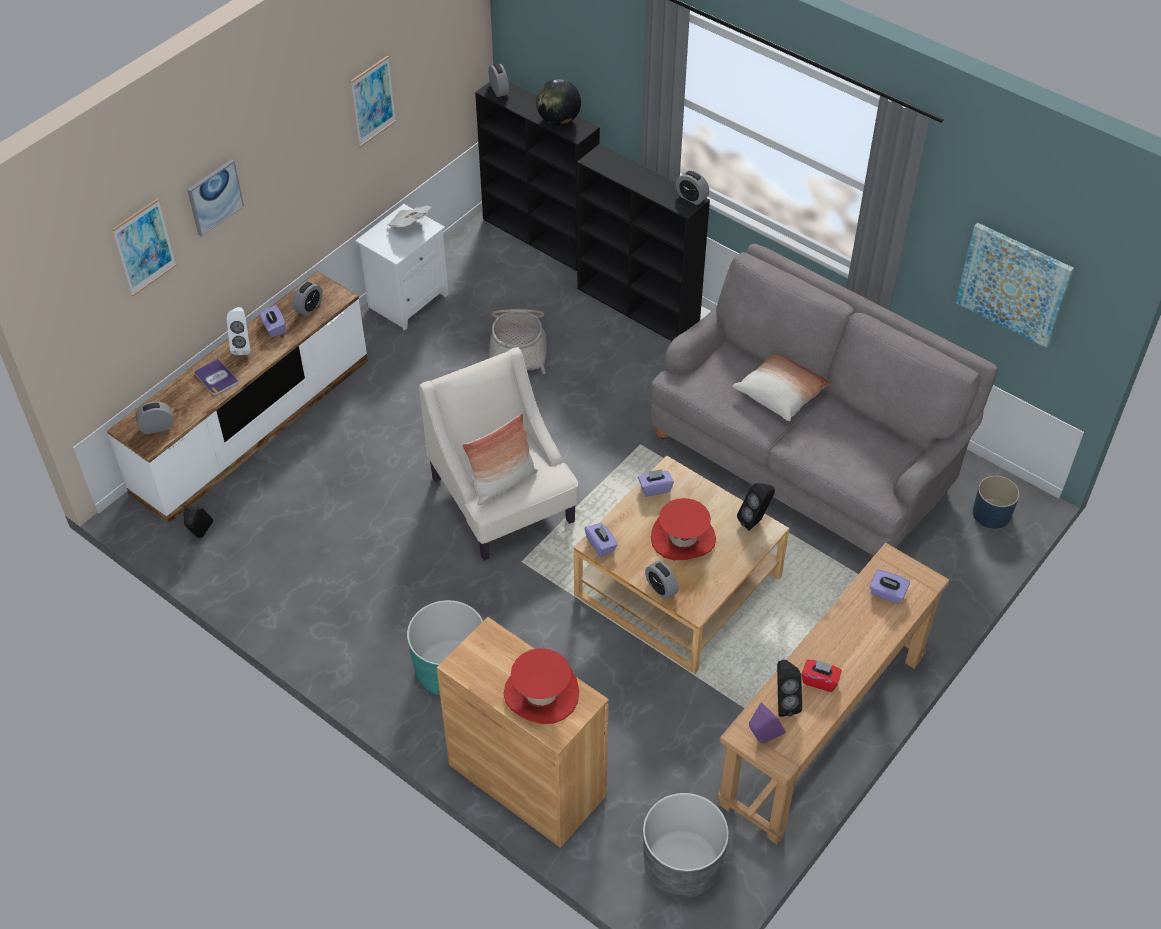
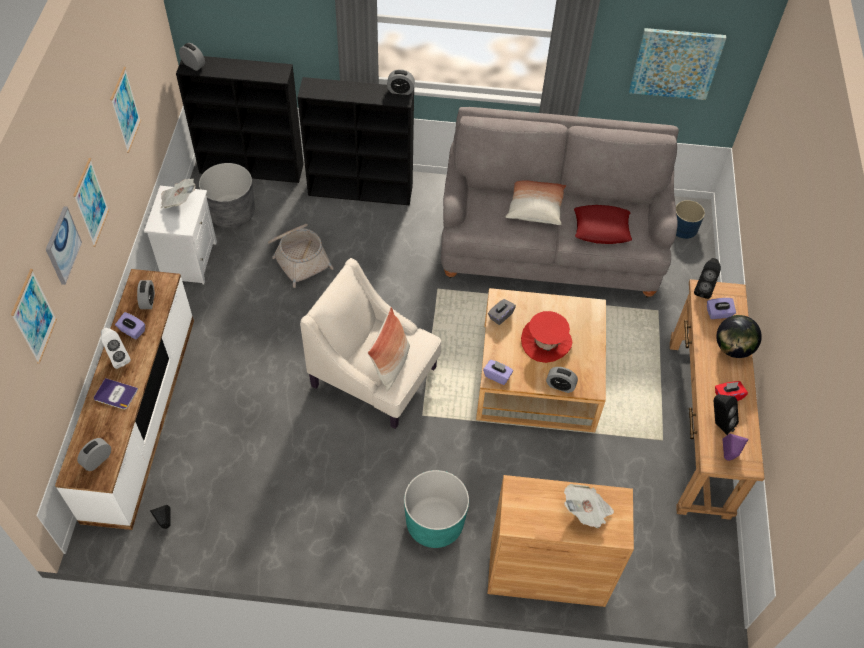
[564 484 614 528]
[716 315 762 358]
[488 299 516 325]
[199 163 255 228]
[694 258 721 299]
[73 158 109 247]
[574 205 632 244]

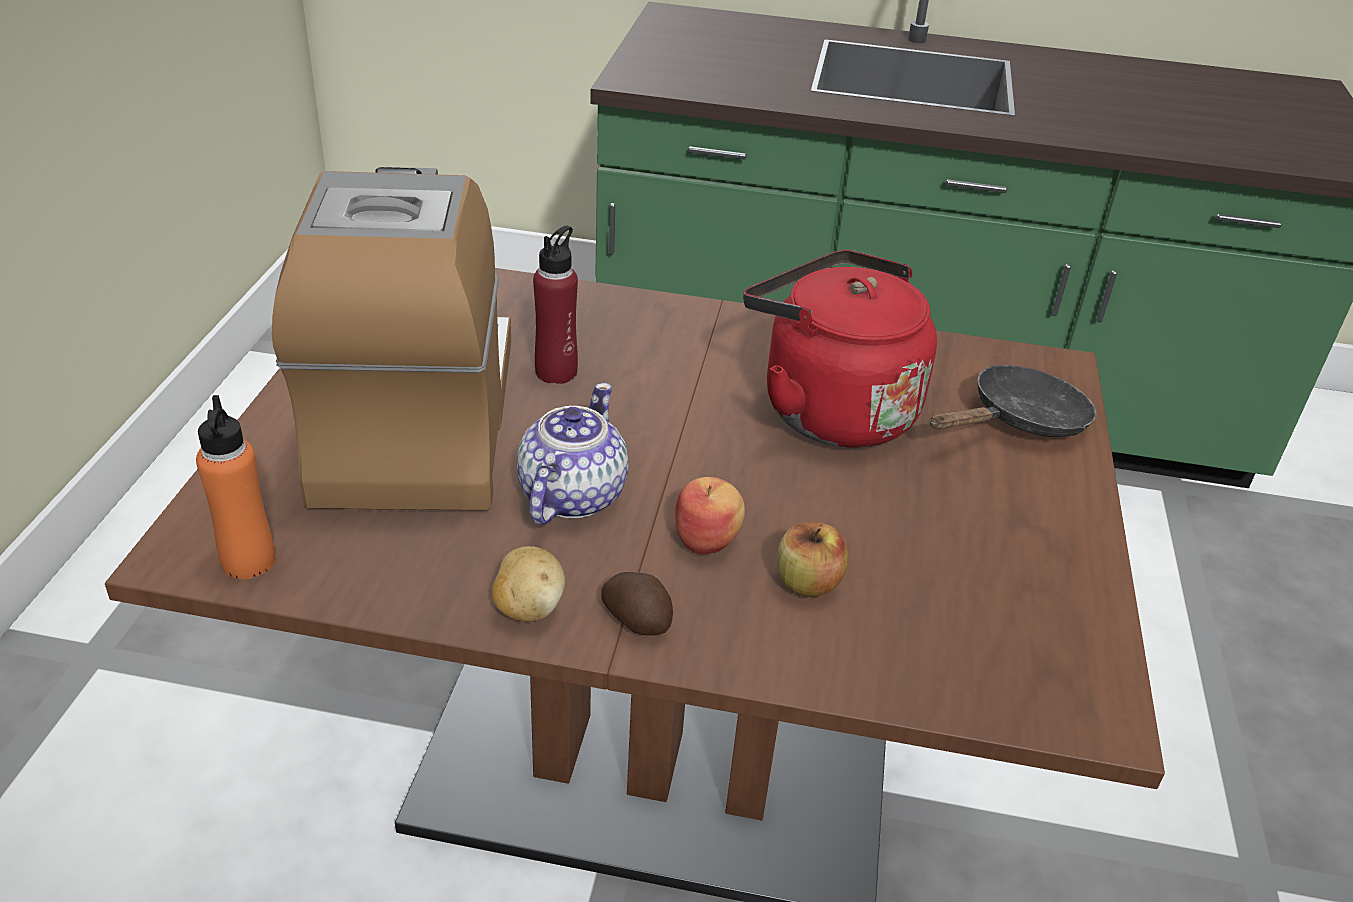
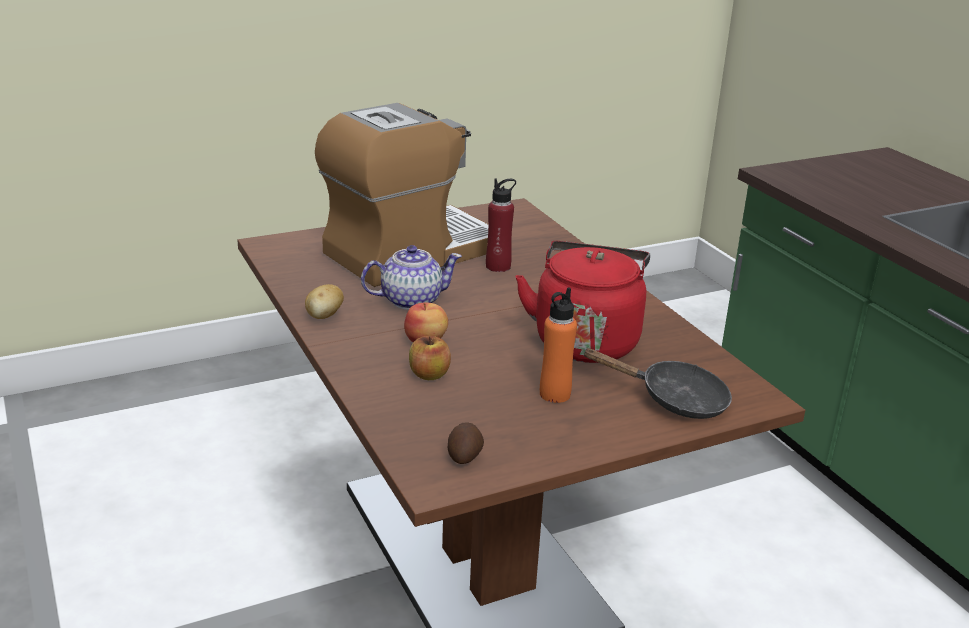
[540 287 577 403]
[448 422 484 464]

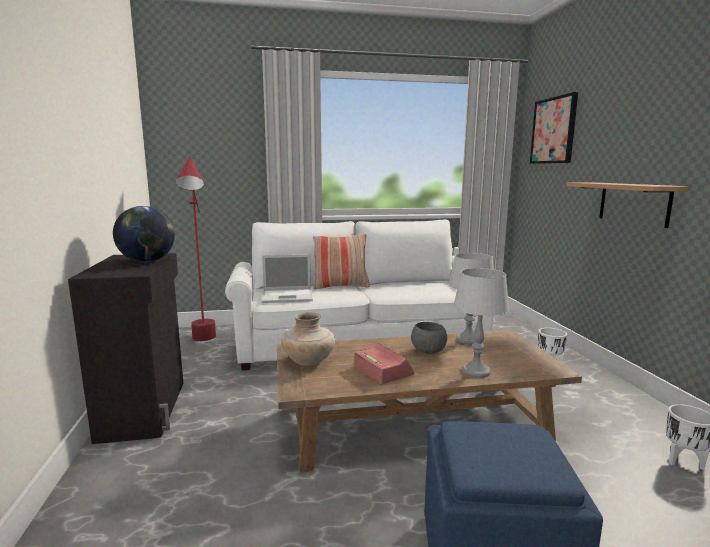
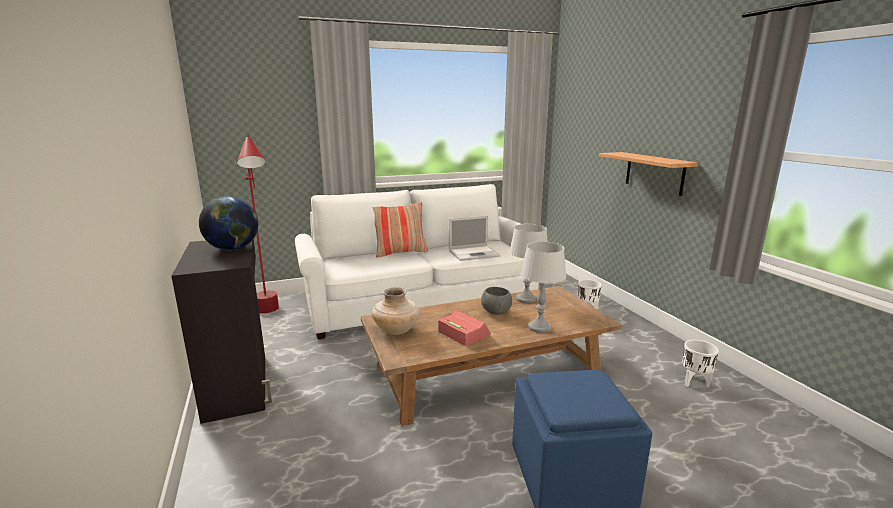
[449 216 500 261]
[530 92 578 164] (first image)

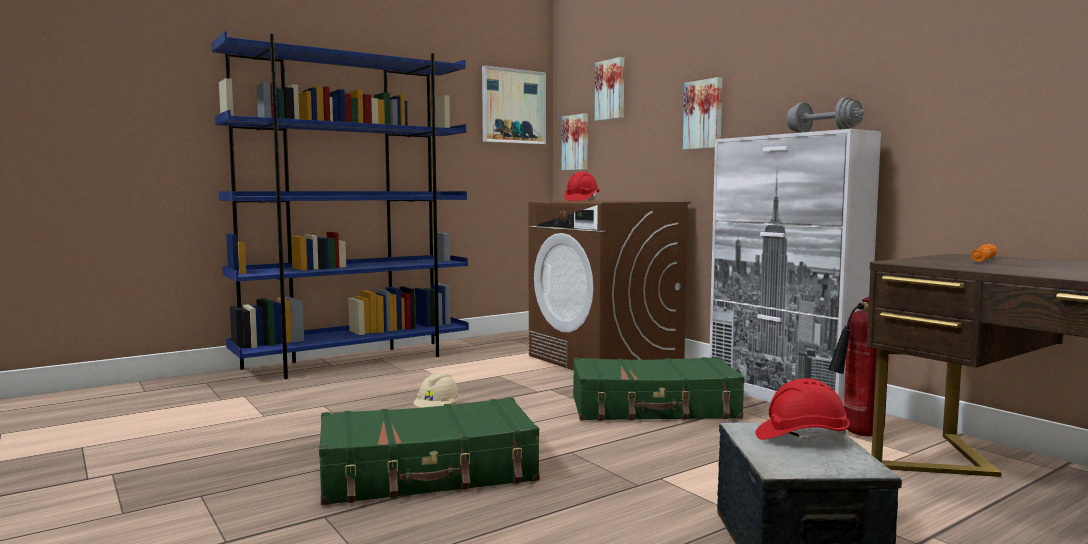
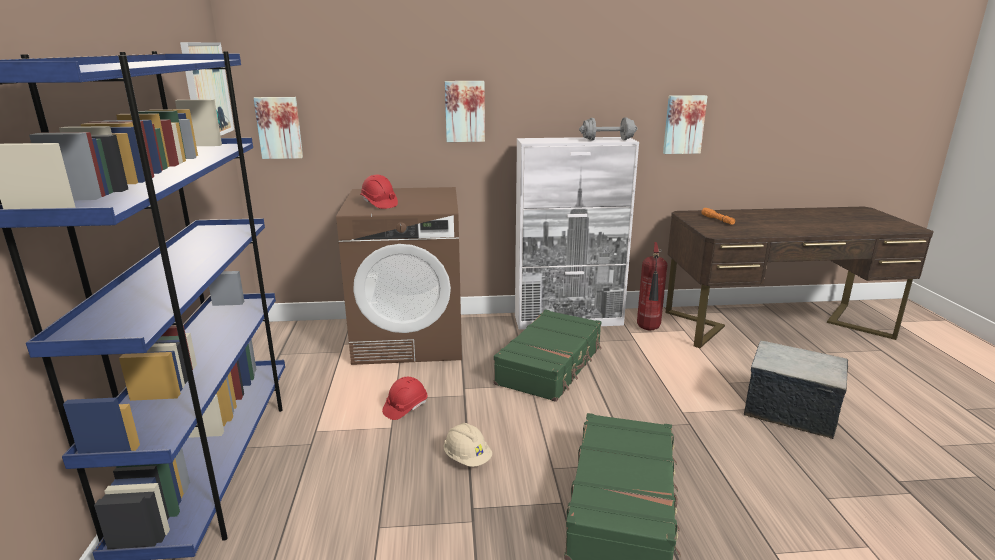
[663 95 707 154]
[382 377 428 420]

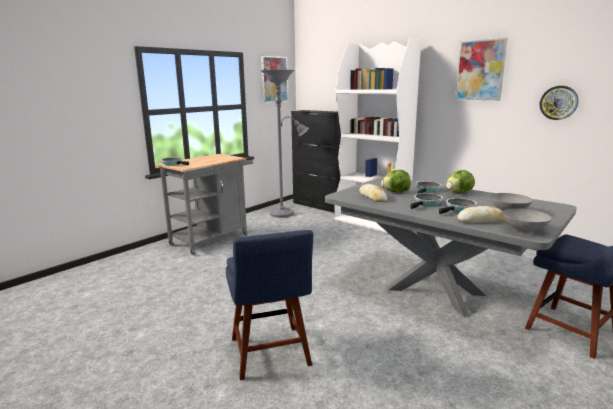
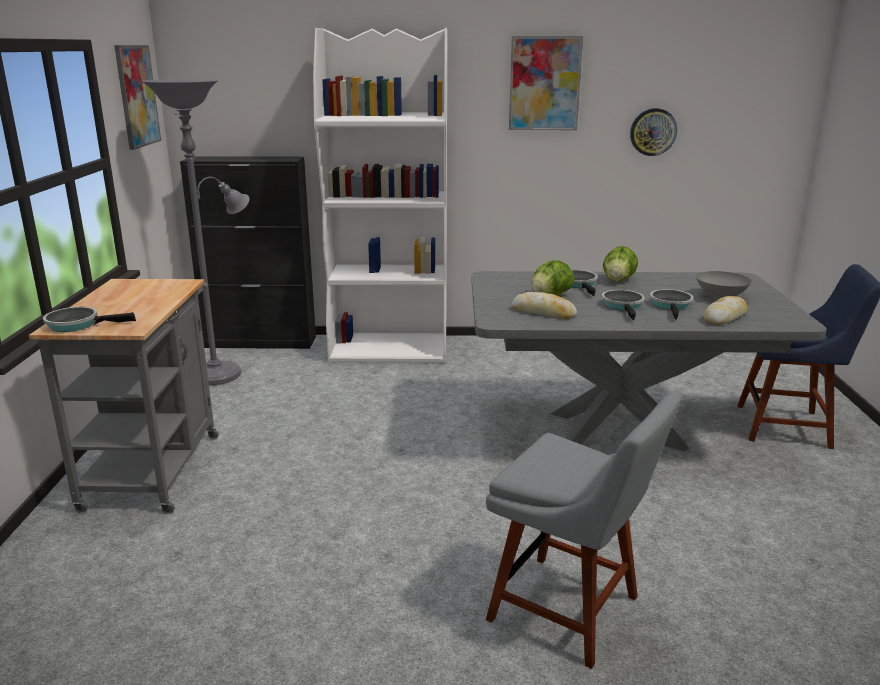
[486 391 682 669]
[502 208 552 233] (first image)

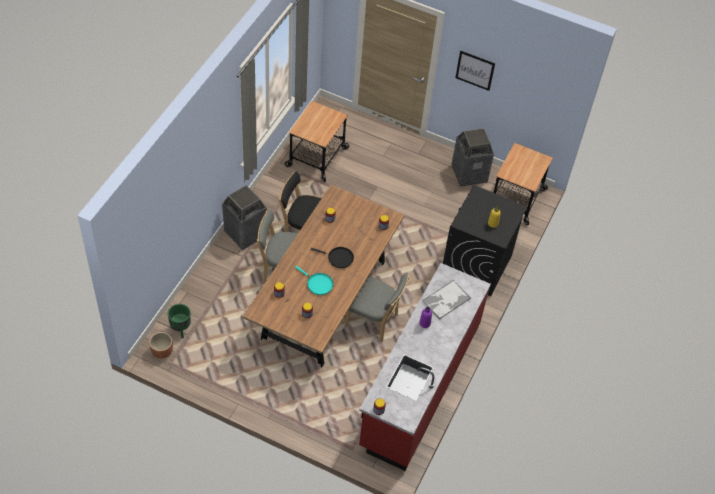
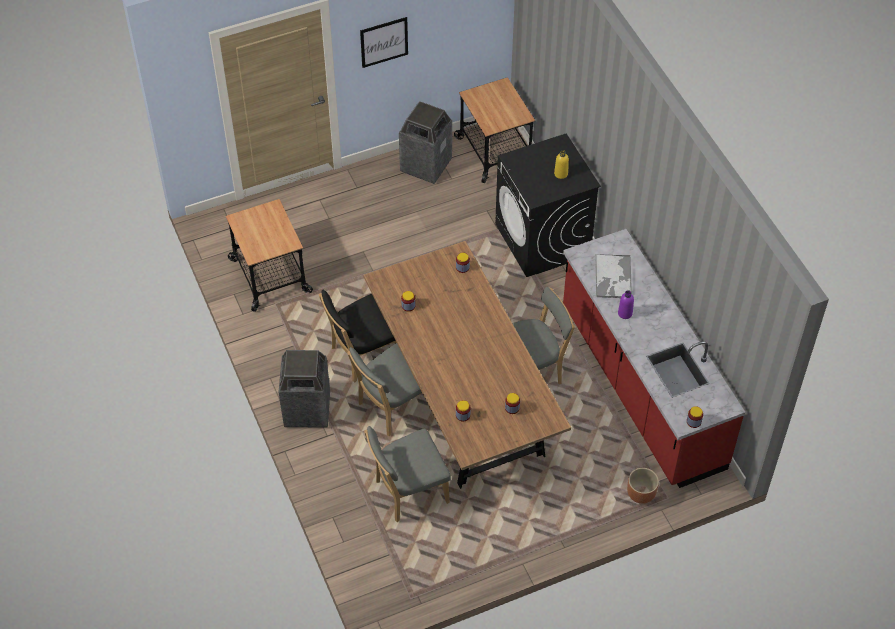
[627 468 659 504]
[168 304 191 338] (first image)
[295 266 333 295] (first image)
[311 247 354 268] (first image)
[364 426 451 522]

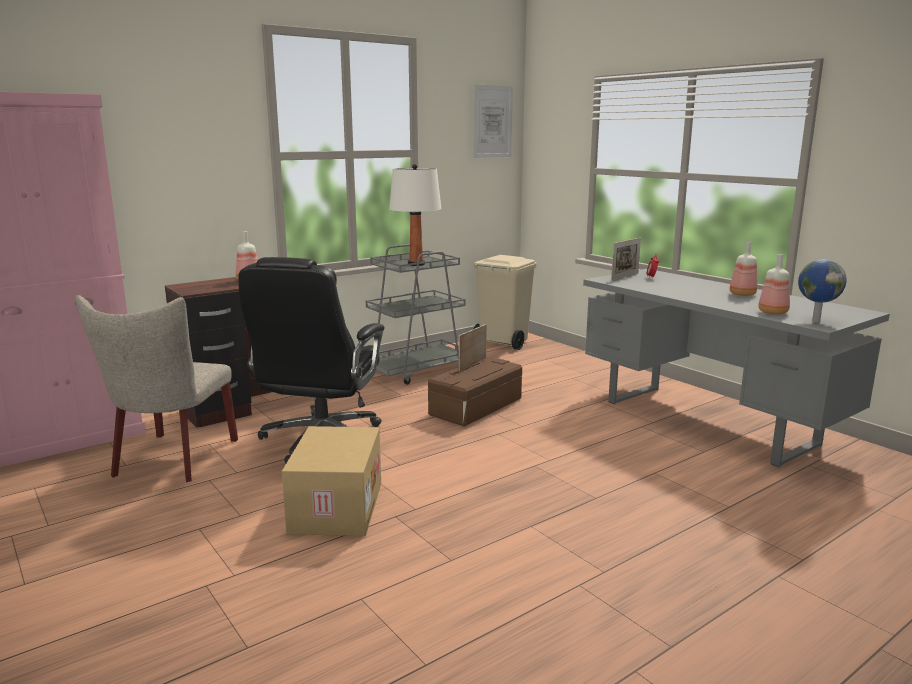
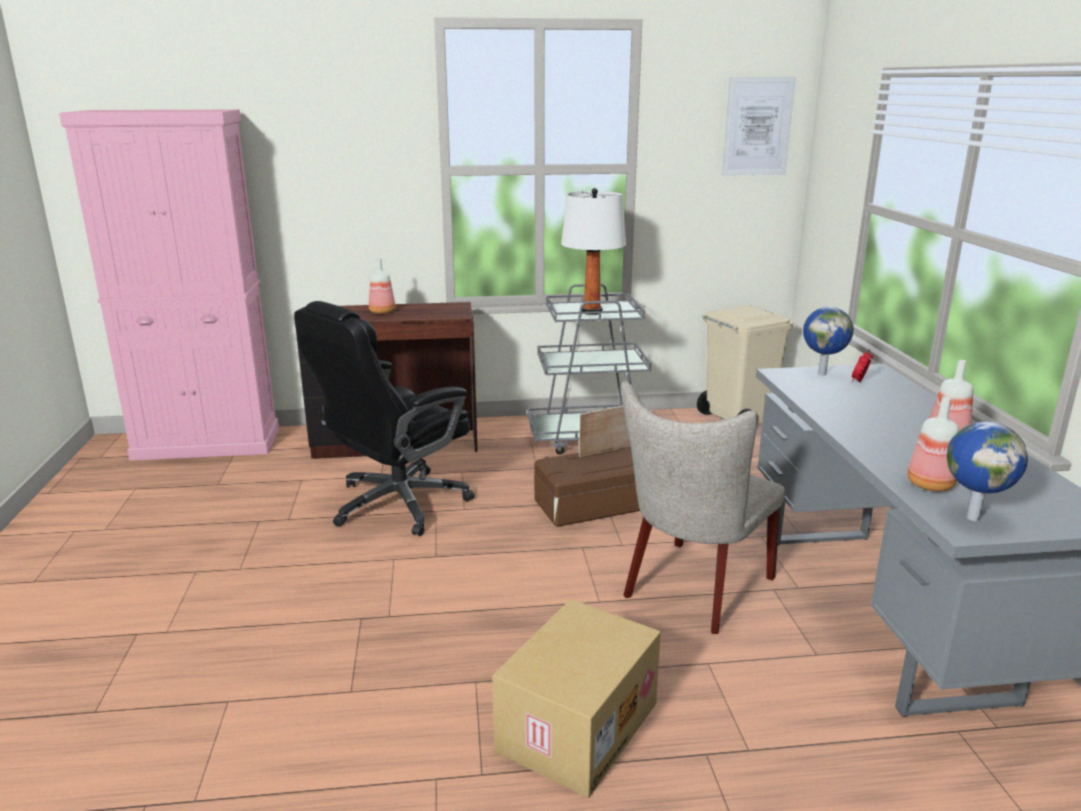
[622 381 786 634]
[492 599 661 798]
[803 307 854 376]

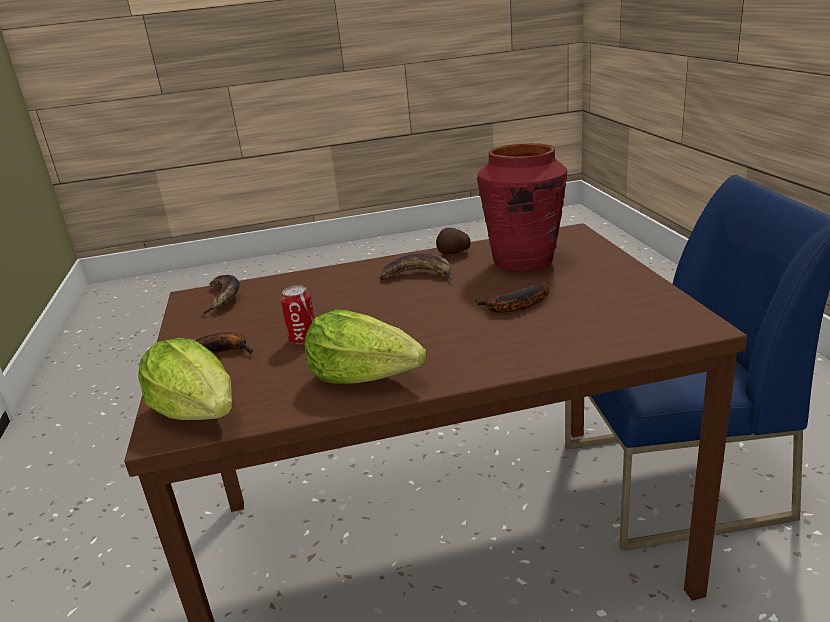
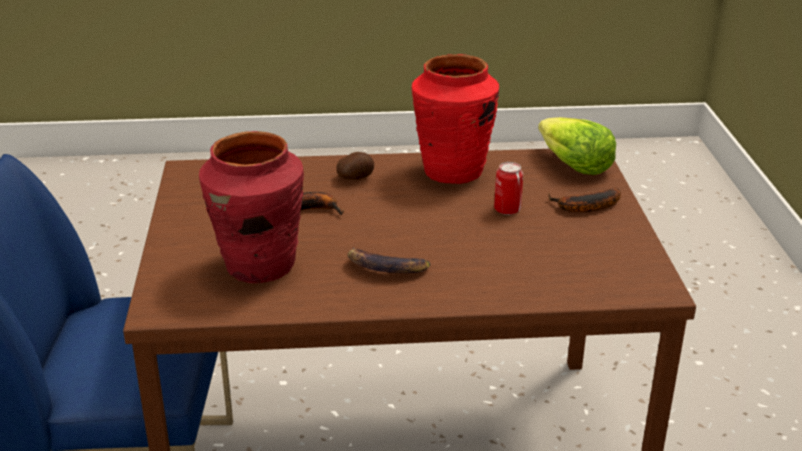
[199 275 240 317] (first image)
[412 54 499 184]
[336 152 374 180]

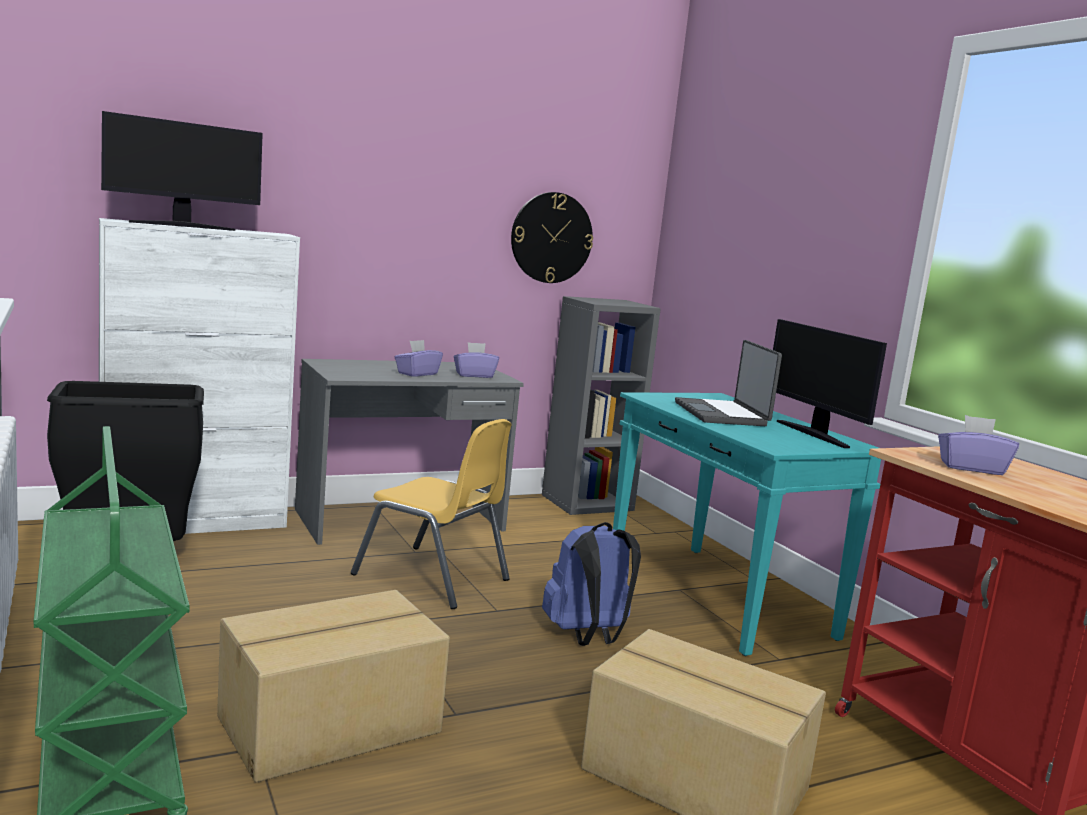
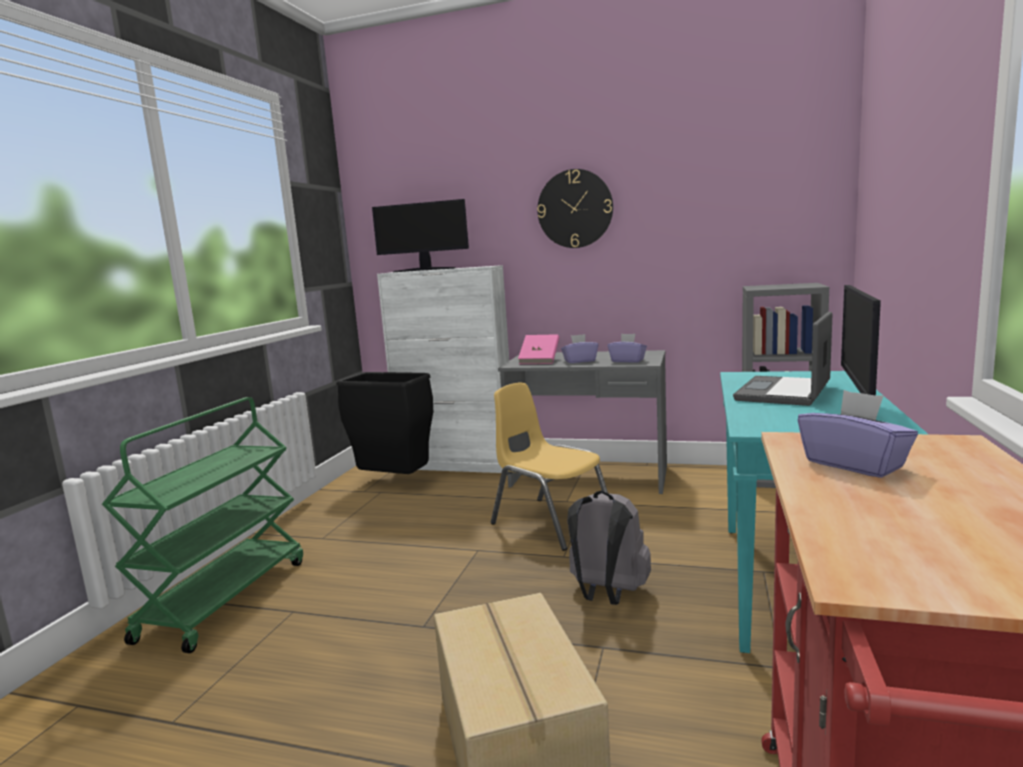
[217 590 450 782] (first image)
[491 382 608 551]
[537 169 613 248]
[567 491 651 605]
[518 334 559 364]

